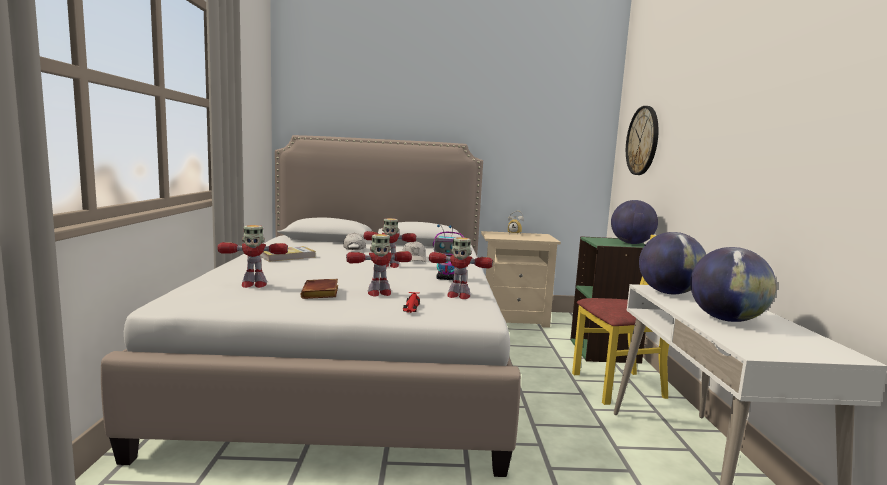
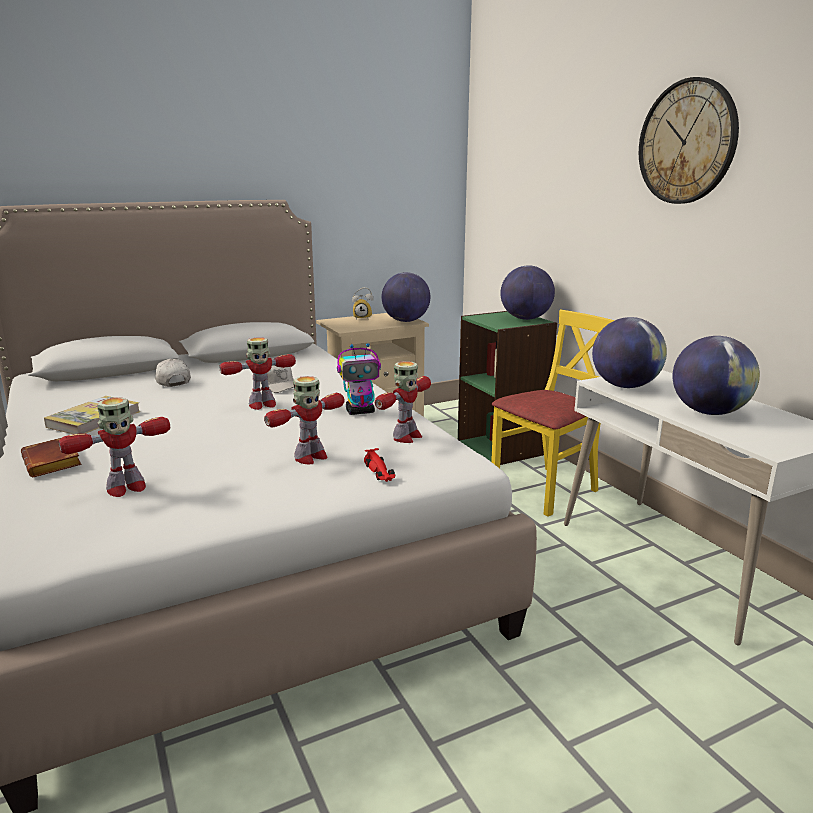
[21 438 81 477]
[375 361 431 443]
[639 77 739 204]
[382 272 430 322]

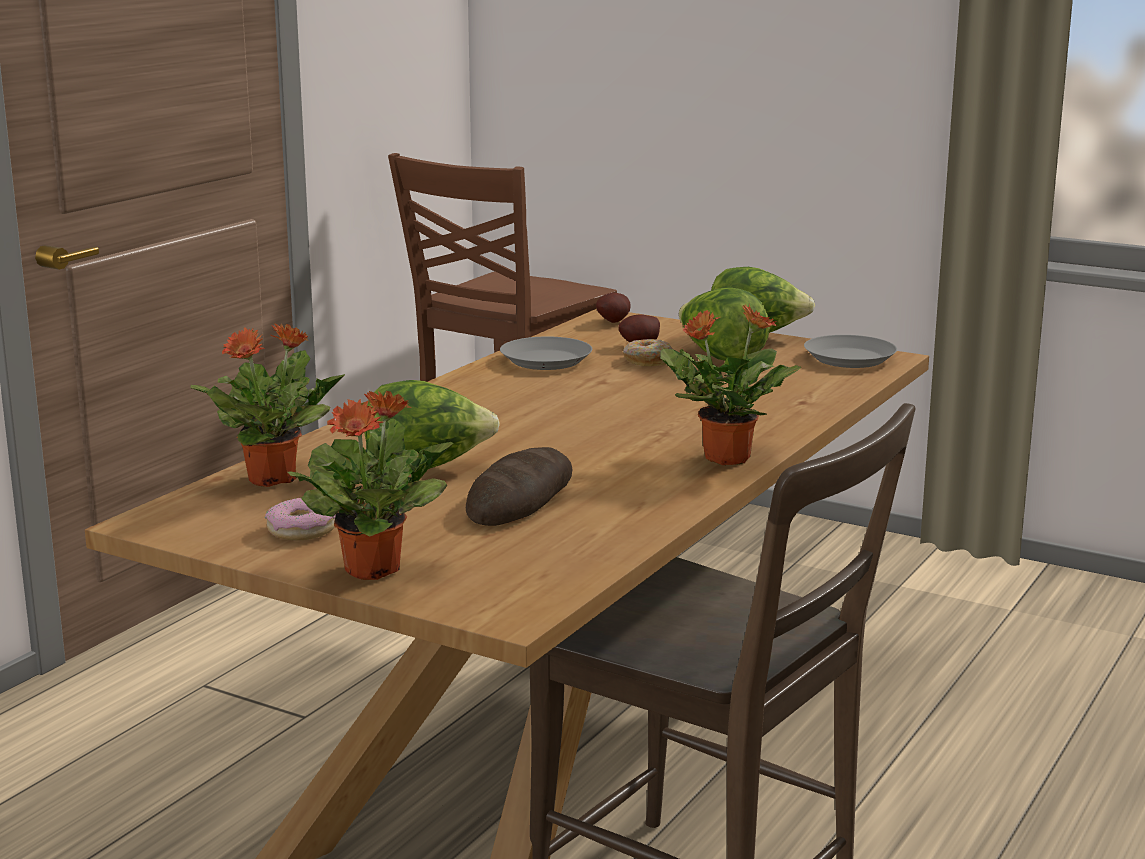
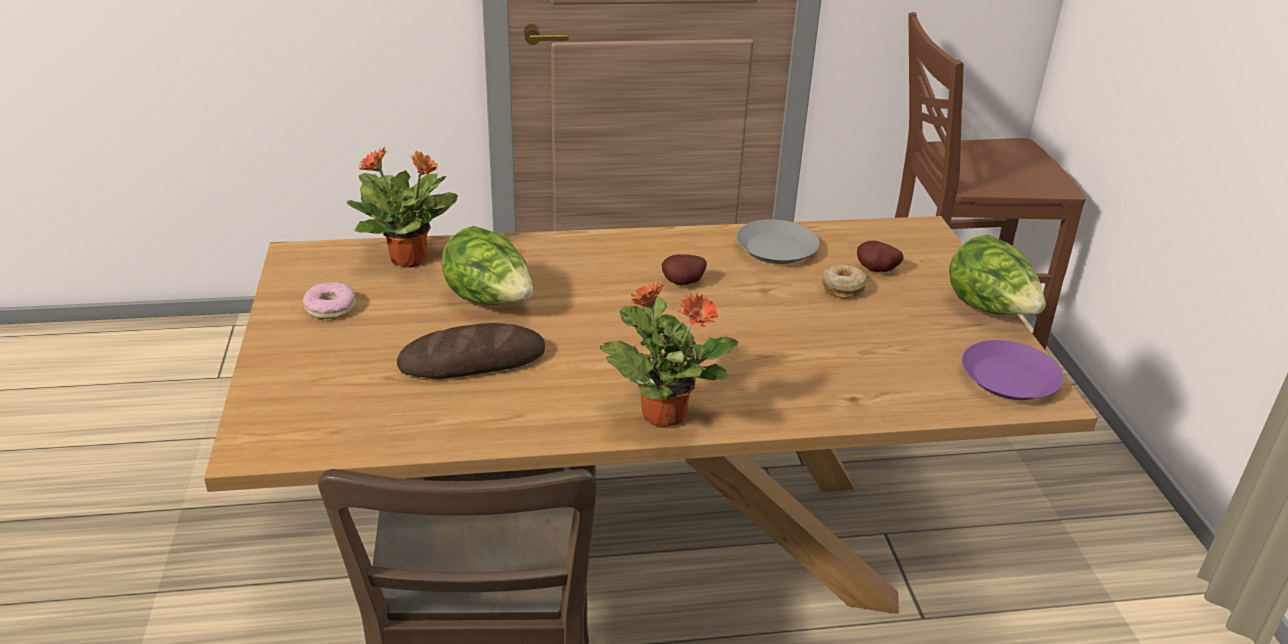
[288 390 453 580] (first image)
[662 254 707 286]
[679 288 770 361] (first image)
[962 340 1064 400]

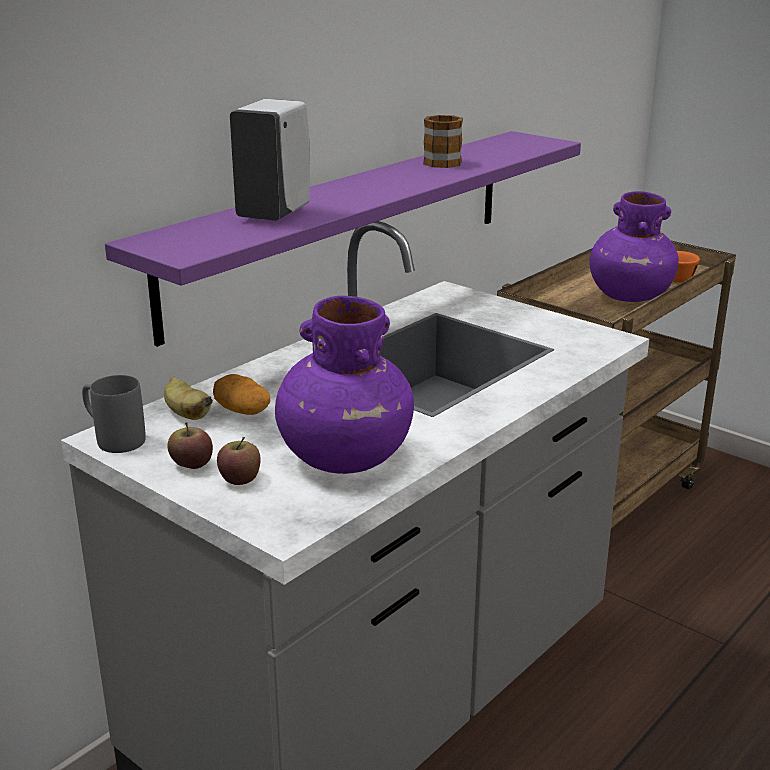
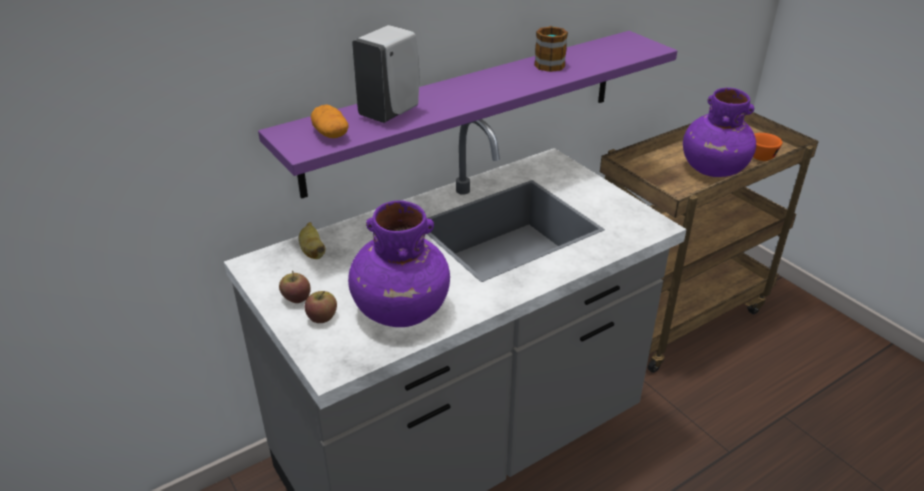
[82 375 146 453] (first image)
[311 105 349 138]

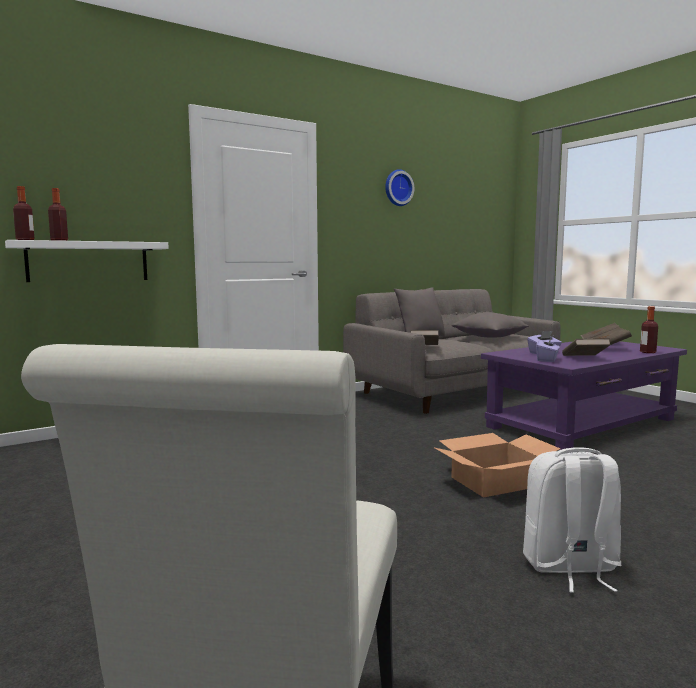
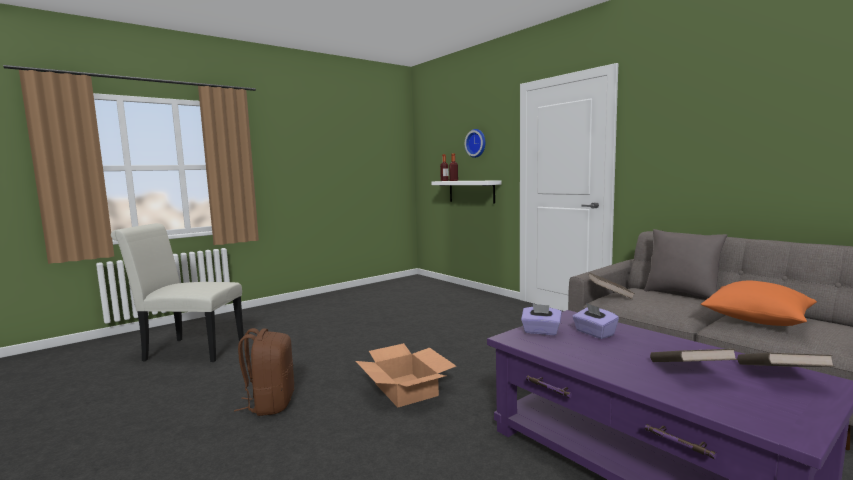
[465 129 486 158]
[701 280 817 326]
[234 328 294 416]
[562 338 611 356] (first image)
[640 306 658 353] (first image)

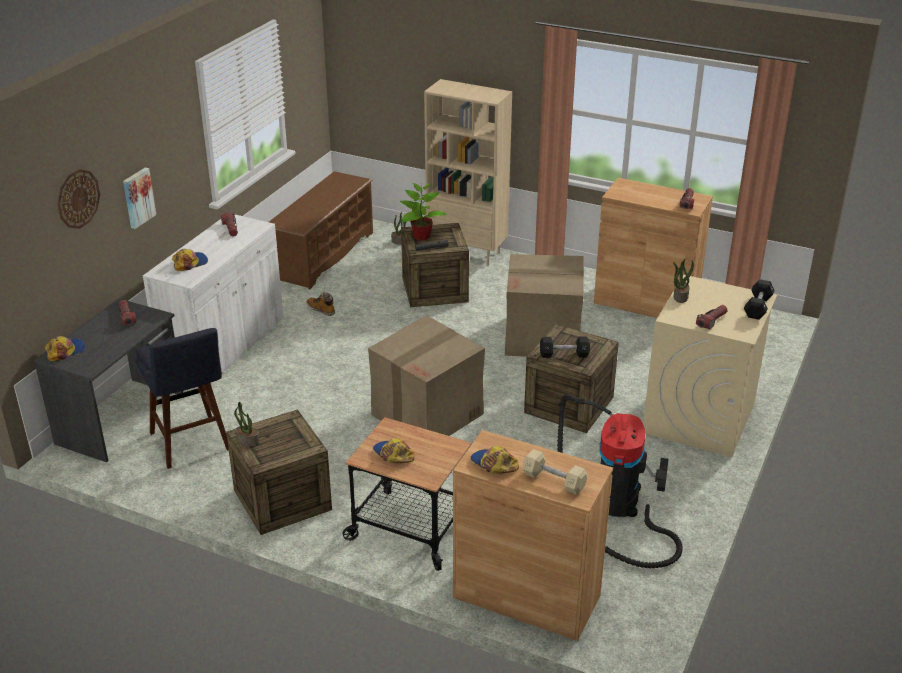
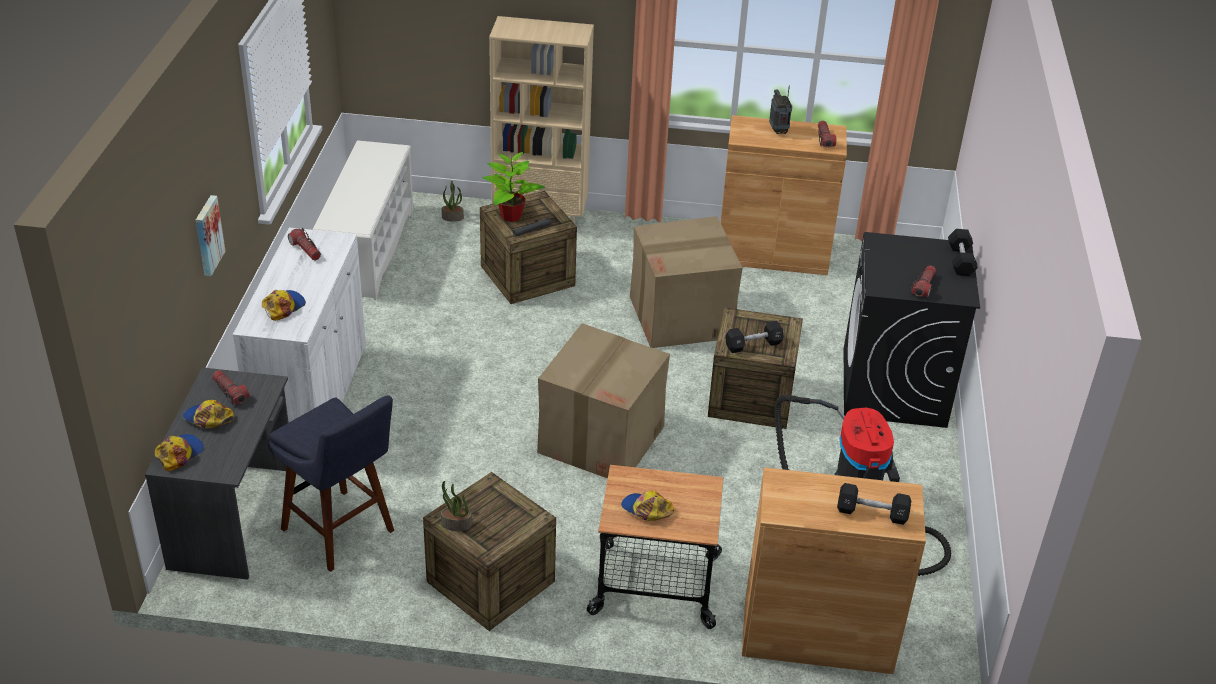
[57 169 100 229] (first image)
[312 140 413 300]
[307 292 335 316] (first image)
[183 400 234 428]
[837 483 911 525]
[844 232 980 428]
[673 259 694 303] (first image)
[769 85 792 134]

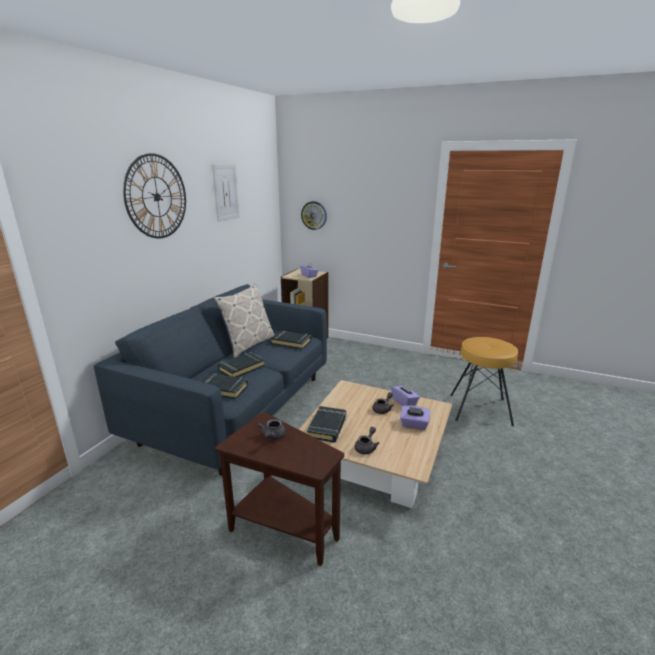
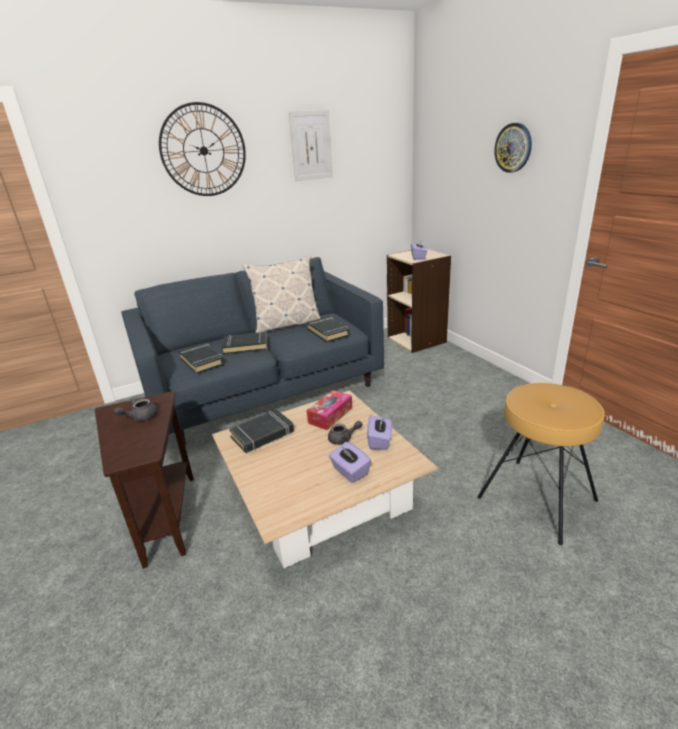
[494 123 532 173]
[355 427 380 454] (first image)
[306 390 352 430]

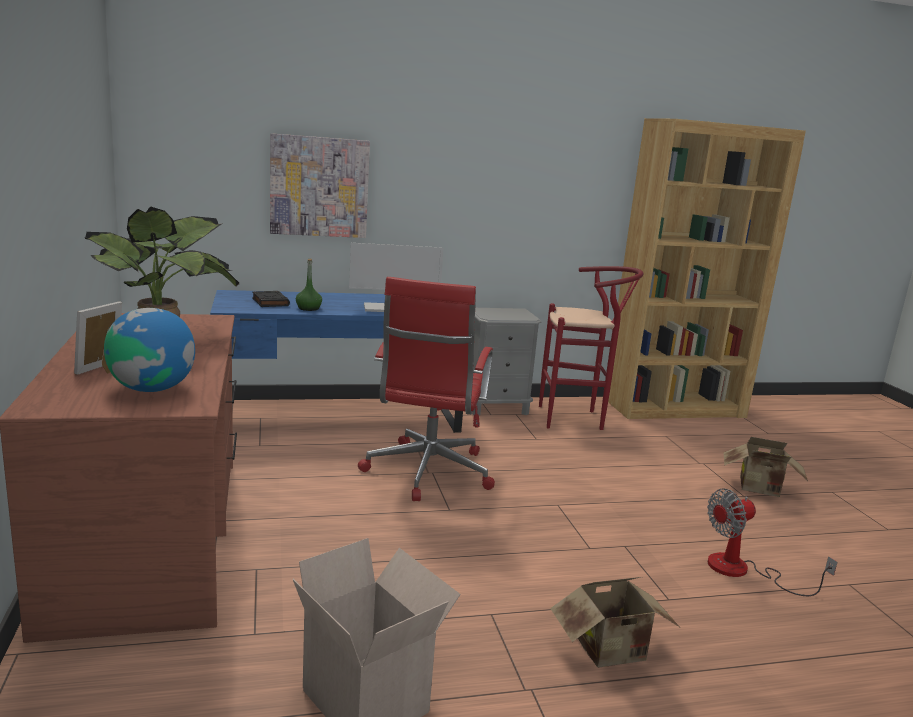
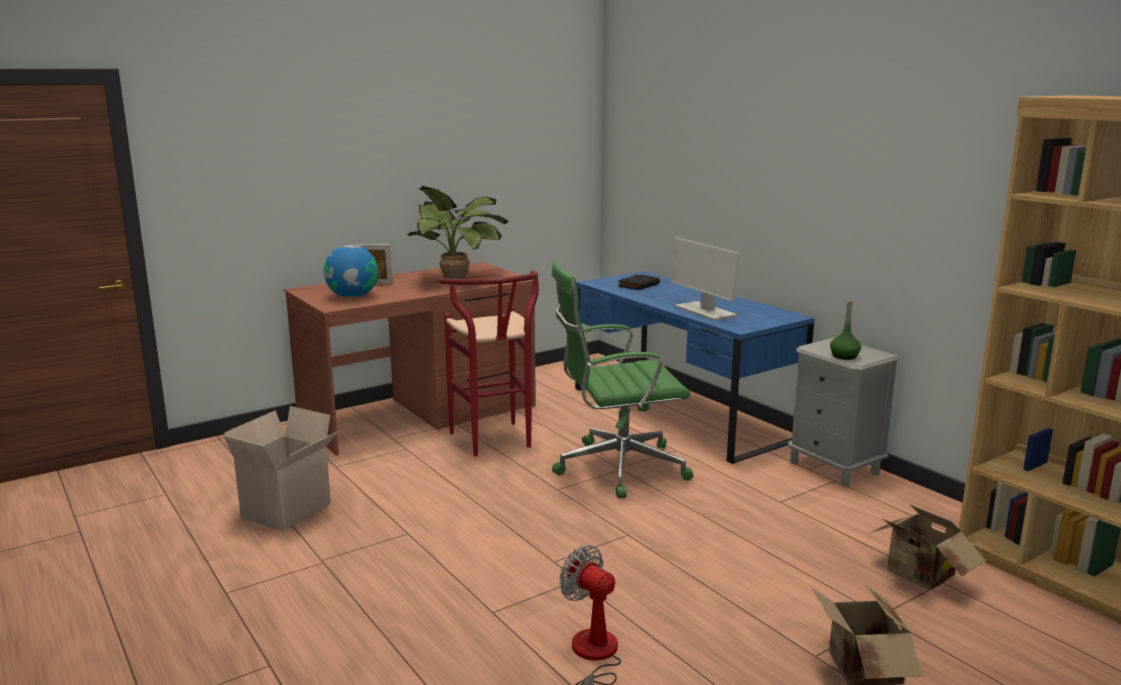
[270 133 370 238] (first image)
[830 301 861 360]
[552 260 693 498]
[439 270 539 456]
[868 504 986 590]

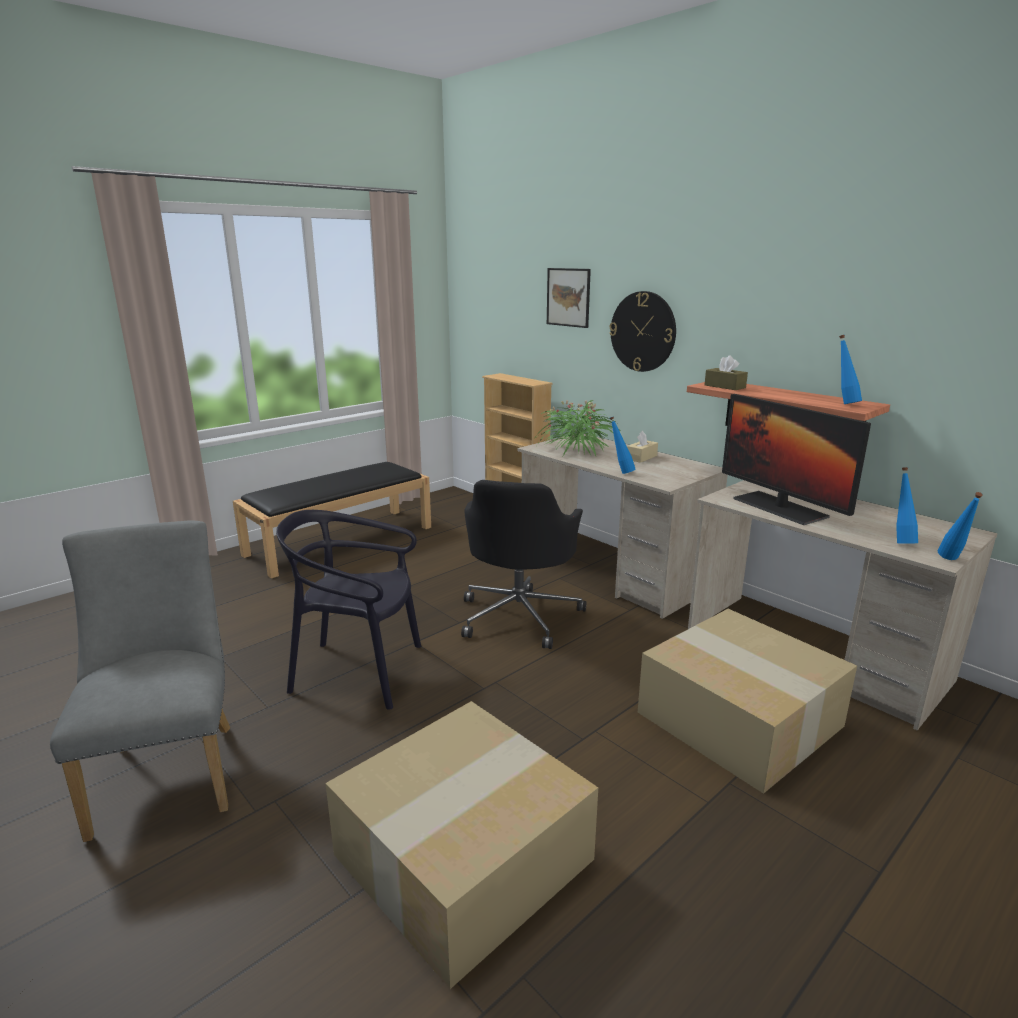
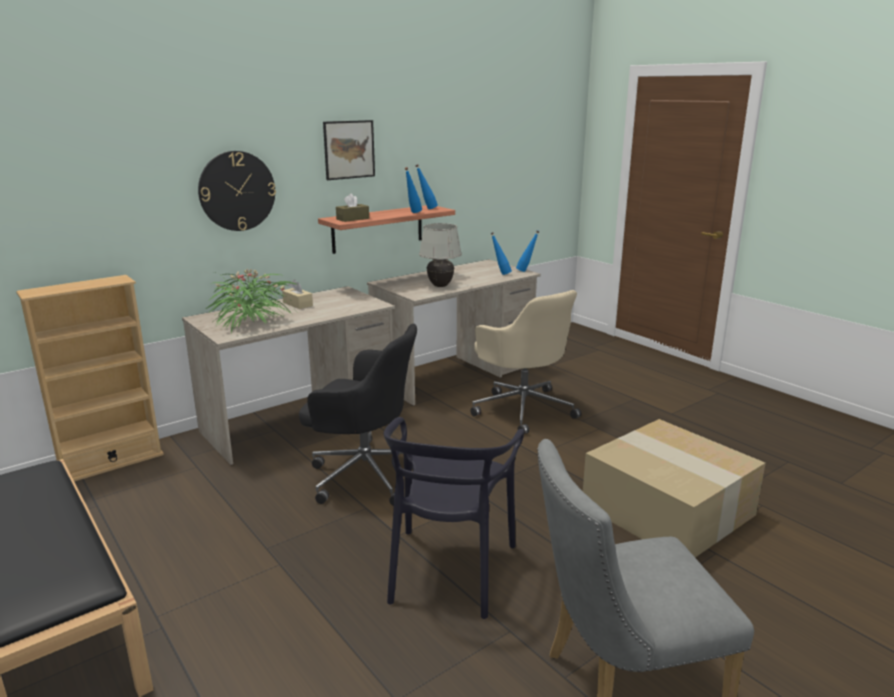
[323 120 375 180]
[405 167 422 213]
[470 290 582 434]
[419 223 462 287]

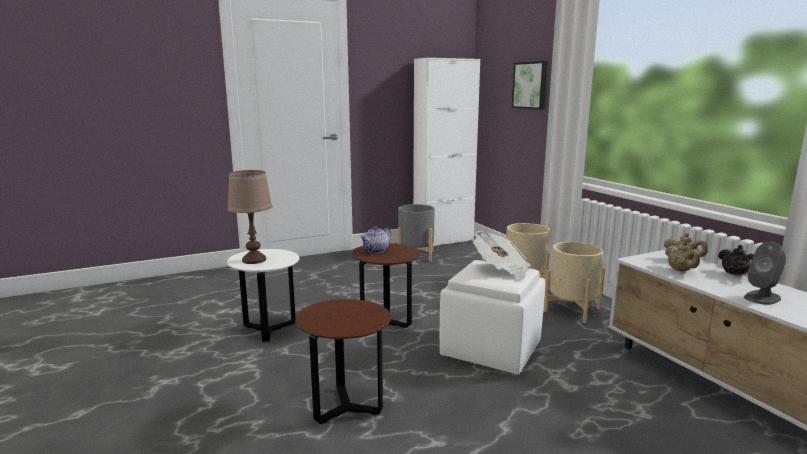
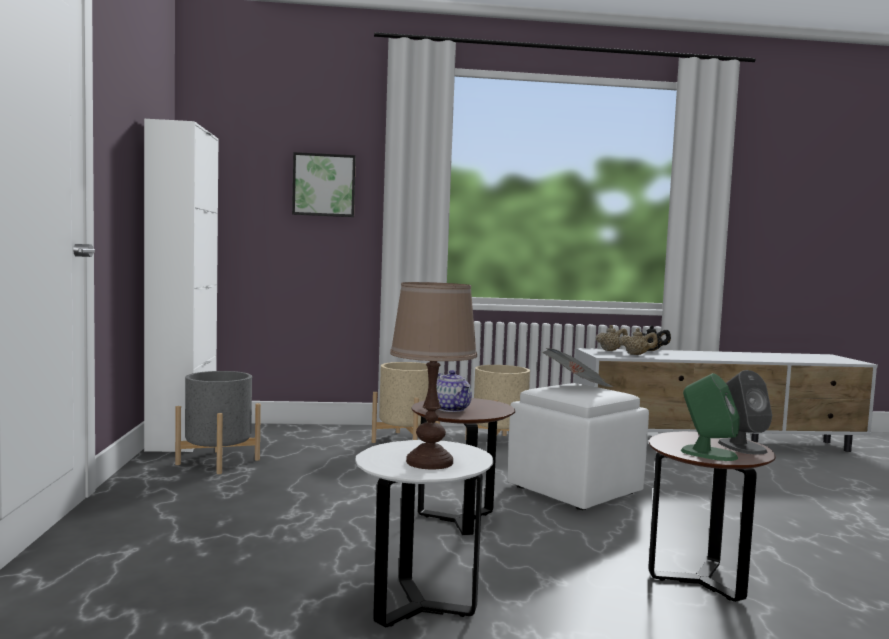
[718 370 772 454]
[681 373 740 461]

